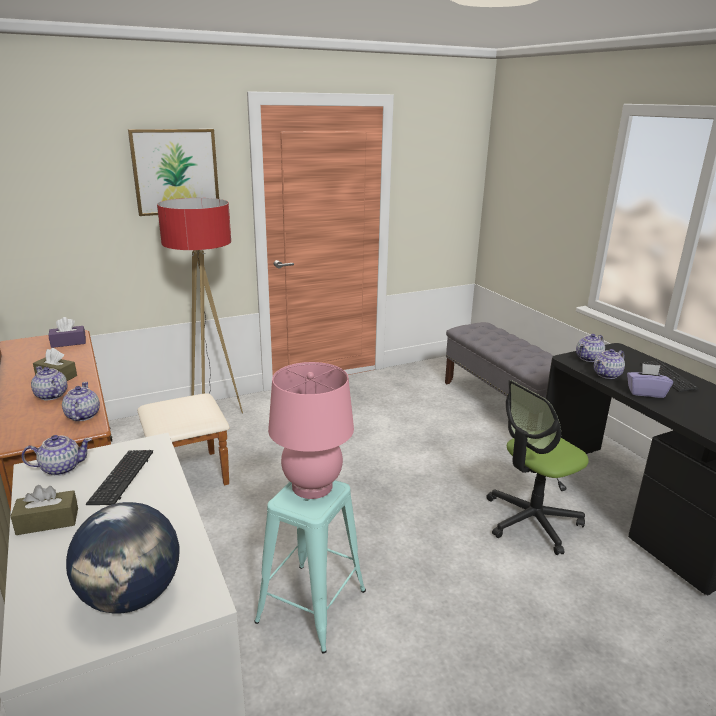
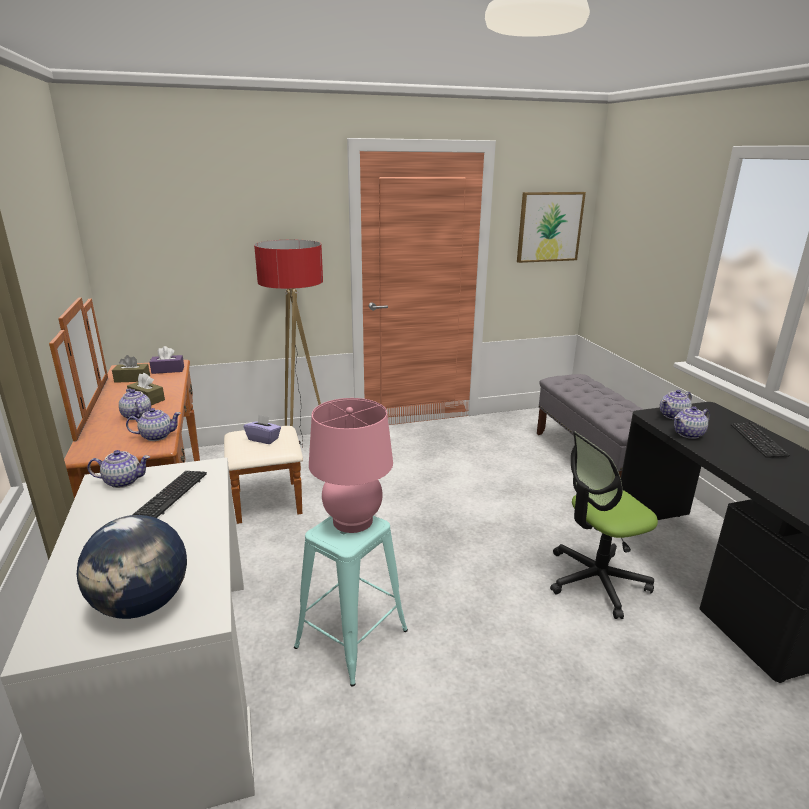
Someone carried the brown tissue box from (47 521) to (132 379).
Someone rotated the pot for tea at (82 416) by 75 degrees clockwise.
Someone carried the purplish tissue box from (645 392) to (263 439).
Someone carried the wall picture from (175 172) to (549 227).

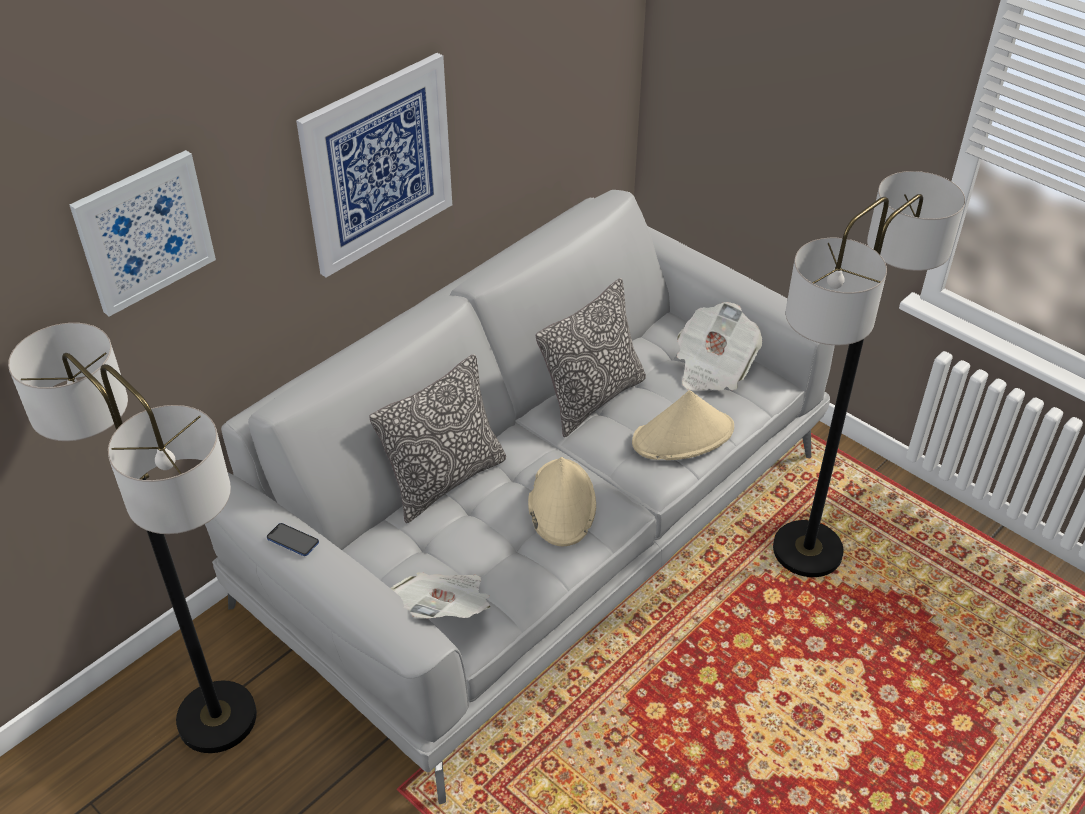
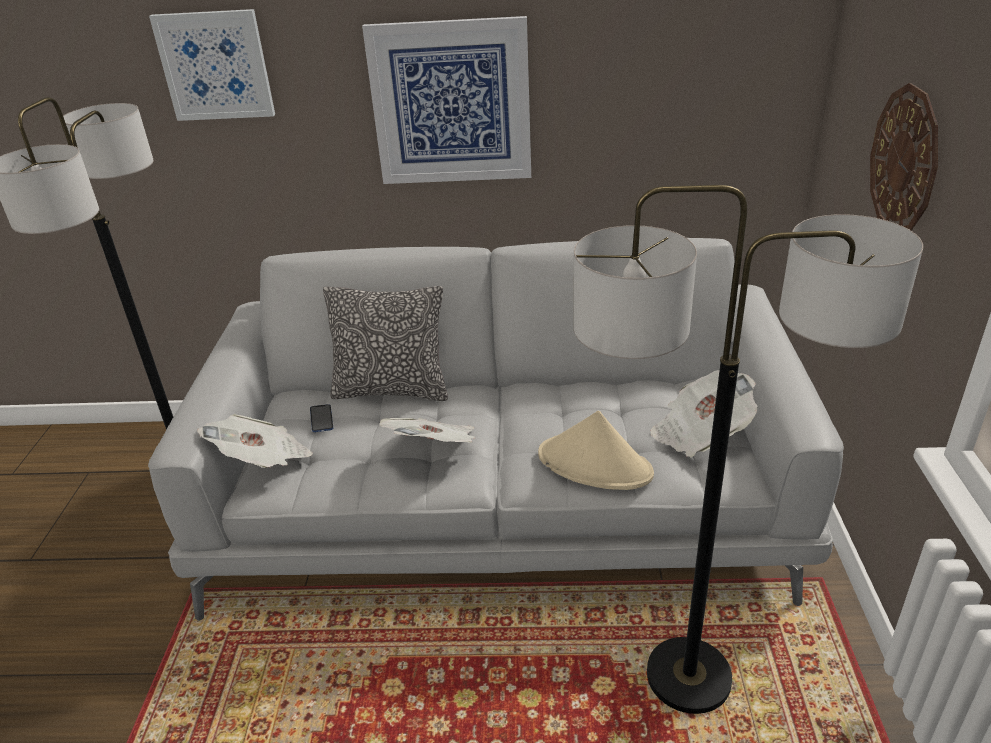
Someone carried the telephone from (293 540) to (321 419).
Someone swapped the beige wearable hat at (561 503) for the printed paper at (435 449).
Someone put up the wall clock at (904 161).
Someone took away the throw pillow at (592 399).

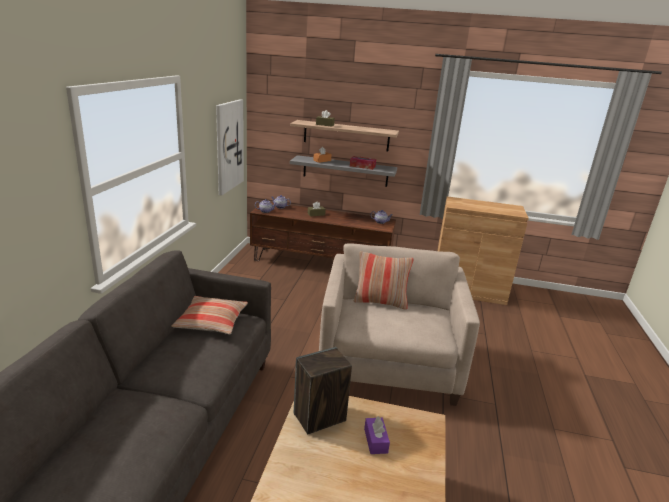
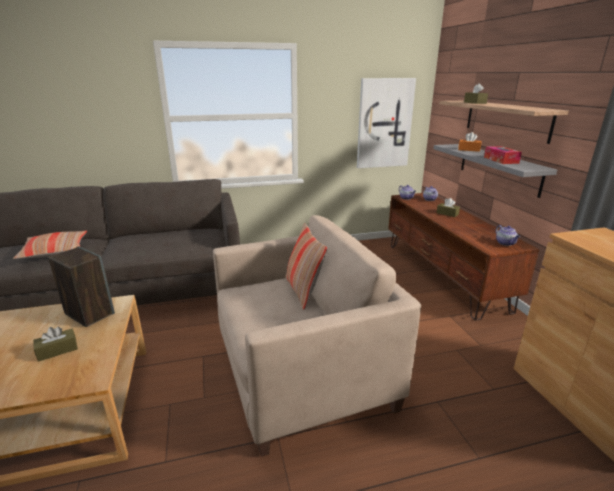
Someone carried the throw pillow from (211 321) to (55 251).
Someone repainted the purplish tissue box at (375 440), which became the brown tissue box at (57 350).

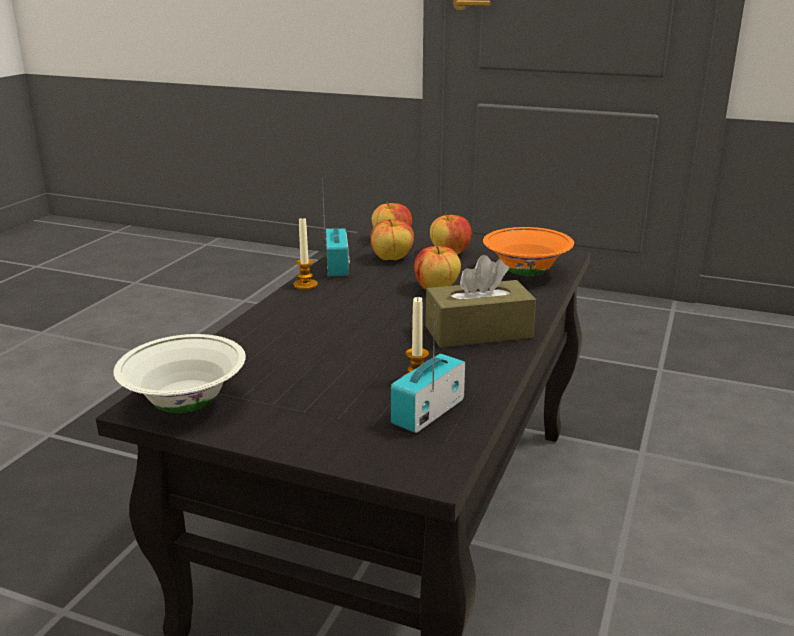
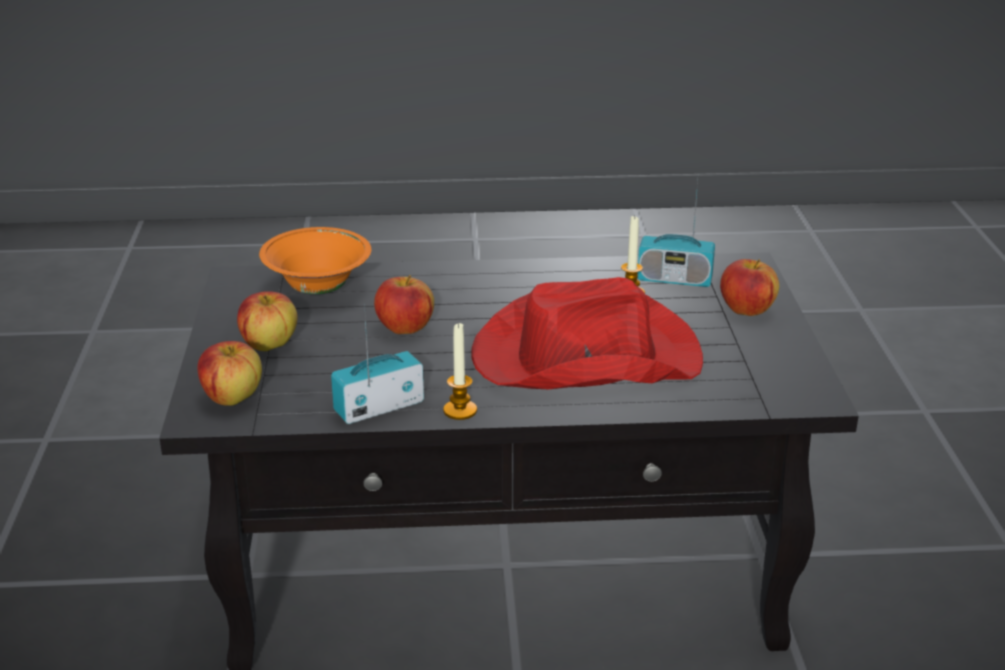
Someone put down the red wearable hat at (583 357).
Someone carried the whole apple from (392 258) to (746 310).
Someone took away the white bowl at (186 405).
Someone took away the brown tissue box at (478 332).

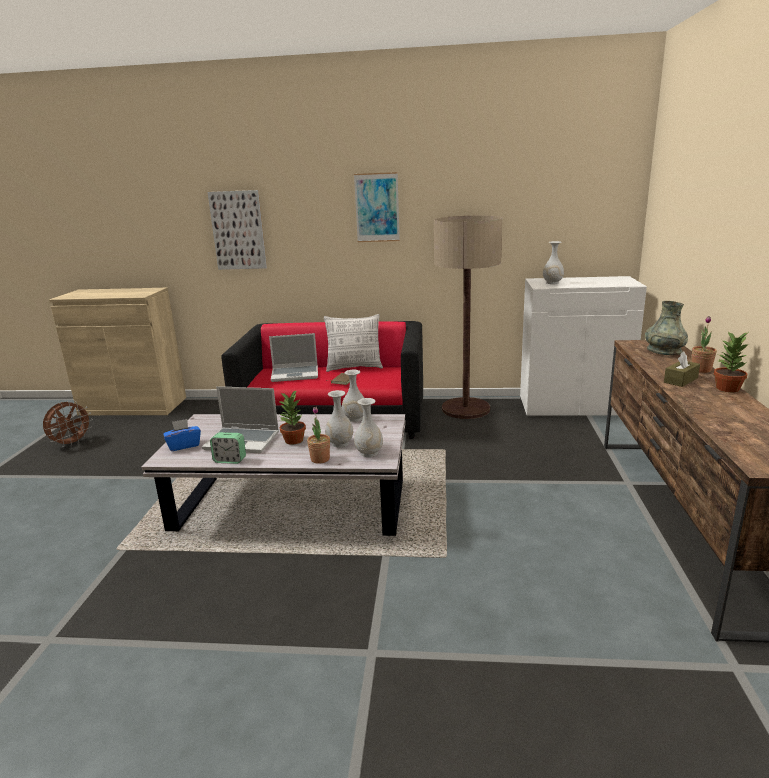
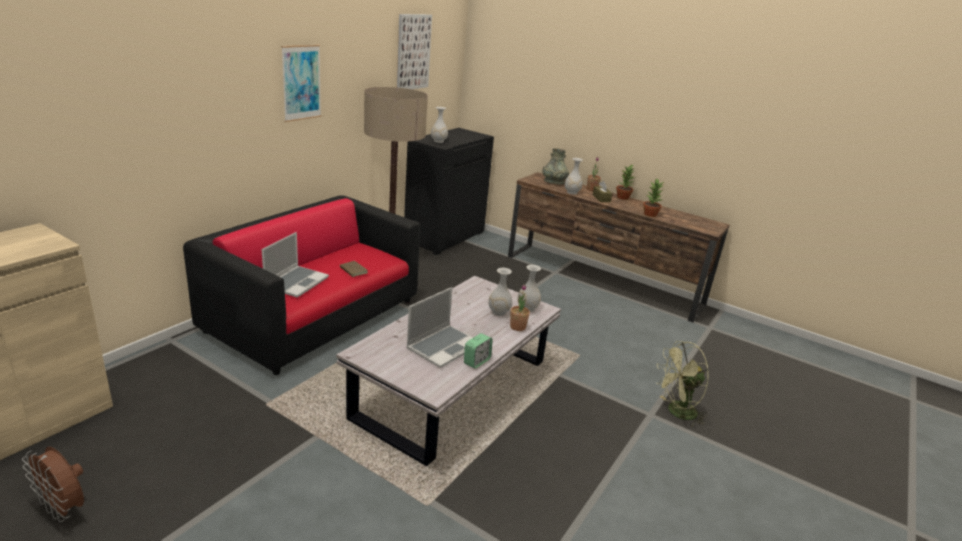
Someone rotated the brown electric fan at (71 443) by 150 degrees clockwise.
Someone carried the wall picture from (238 230) to (413 52).
Someone repainted the white cabinet at (573 407), which became the blackish cabinet at (444 237).
Someone carried the white vase from (355 418) to (571 192).
Someone carried the houseplant from (294 440) to (650 214).
Someone put down the green-coloured electric fan at (676 412).
Someone took away the bluish tissue box at (184 445).
Someone took away the throw pillow at (354 367).

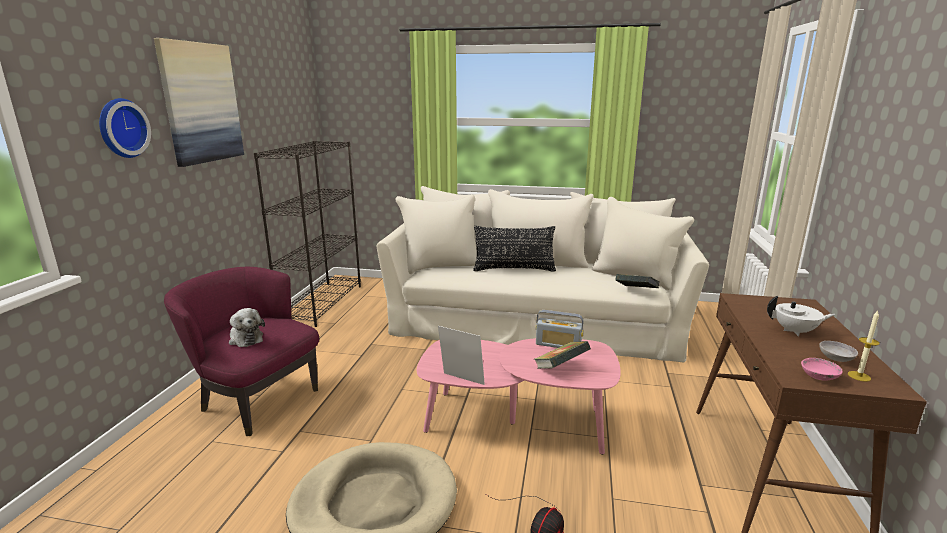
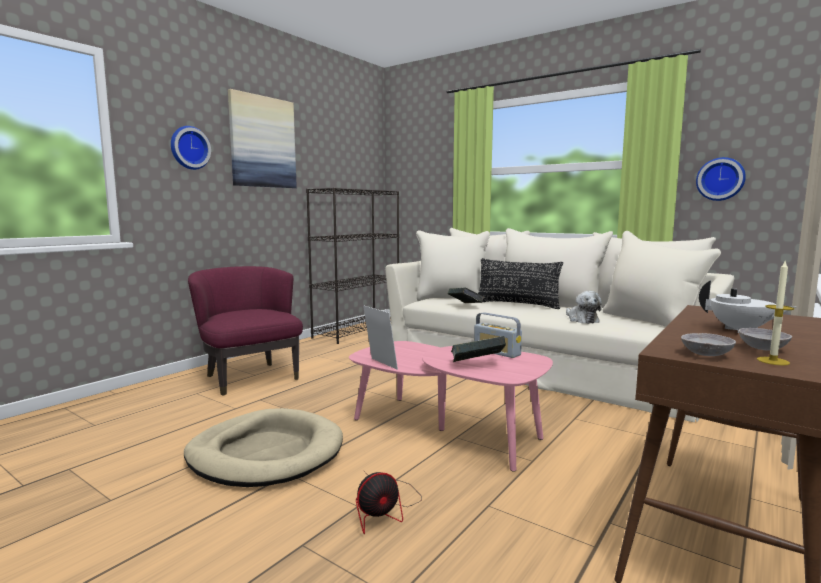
Someone carried the volume from (636 292) to (465 306).
Someone carried the soft toy from (245 338) to (581 320).
Someone repainted the pink-coloured bowl at (818 377), which became the gray bowl at (706 354).
Someone put up the wall clock at (720 179).

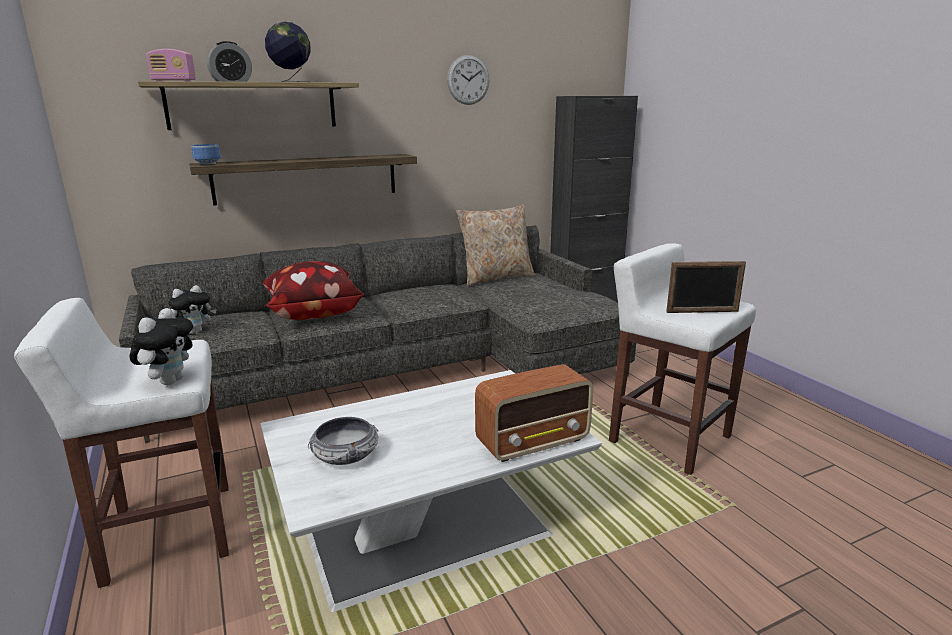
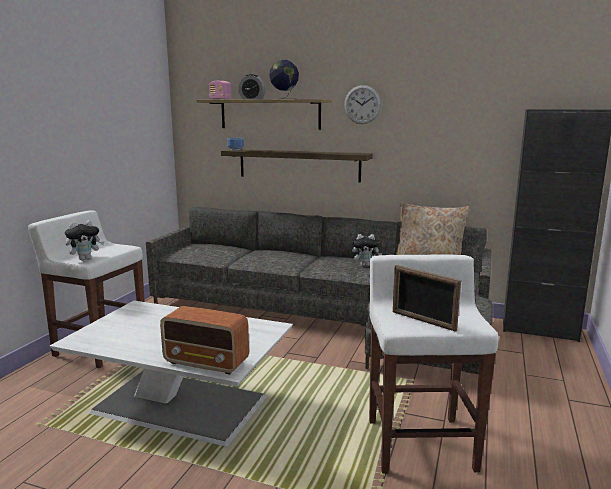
Someone carried the wall clock from (468 80) to (362 104).
Someone carried the soft toy from (195 332) to (365 265).
Someone took away the throw pillow at (313 314).
Someone took away the bowl at (345 455).

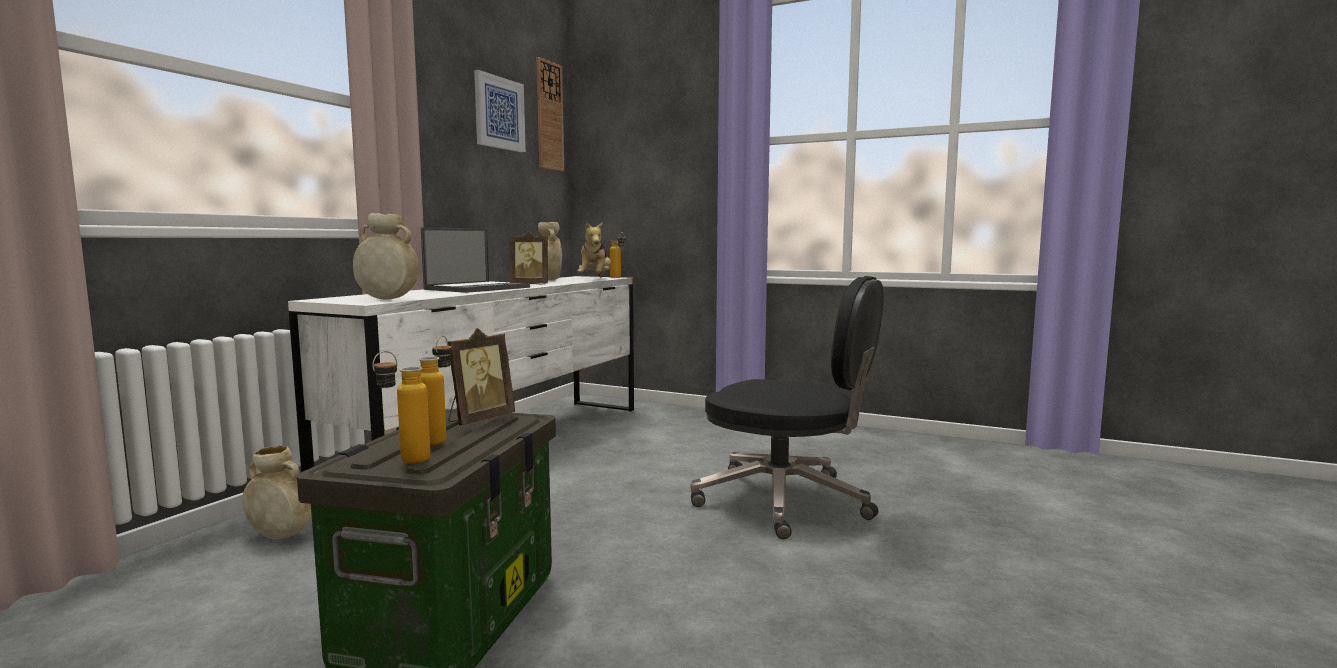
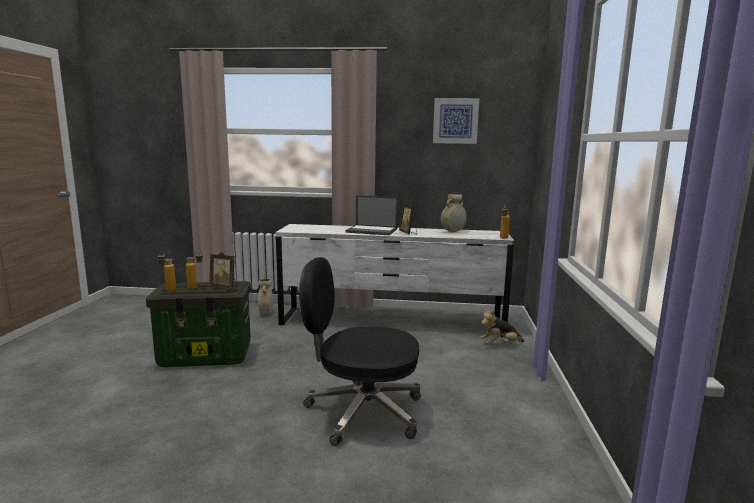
Someone rotated the blackish computer chair at (786 501) by 90 degrees clockwise.
Someone carried the soft toy from (595 279) to (500 345).
Someone took away the beige vase at (387 299).
Someone took away the wall clock at (549 116).

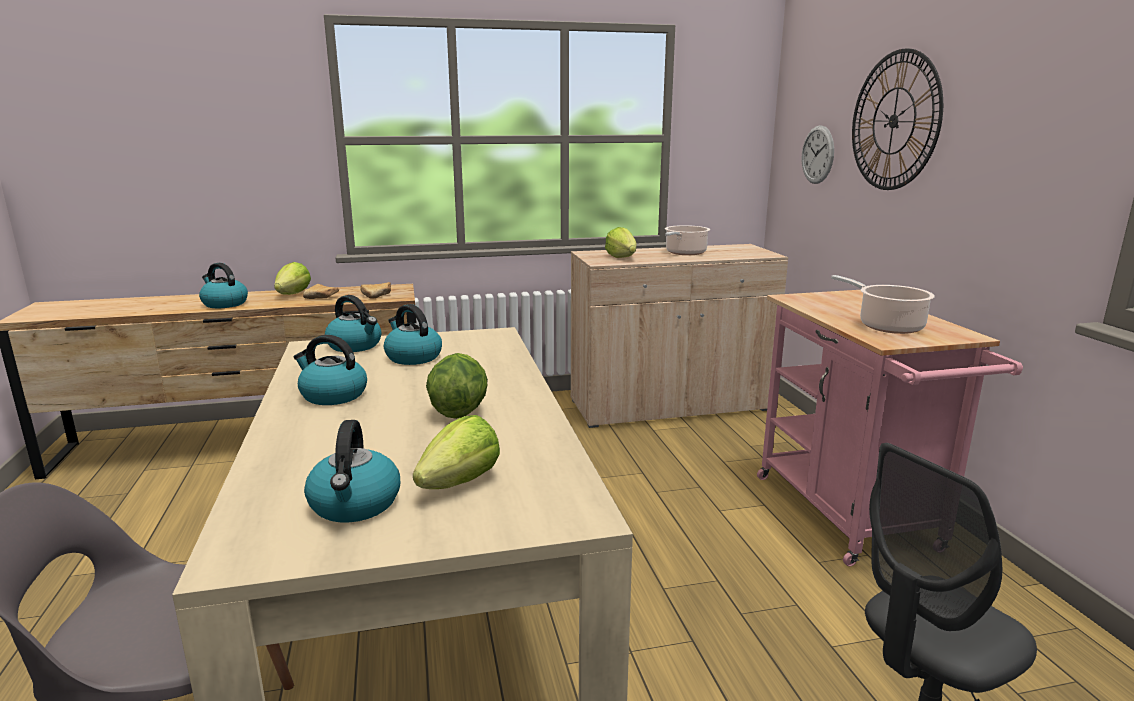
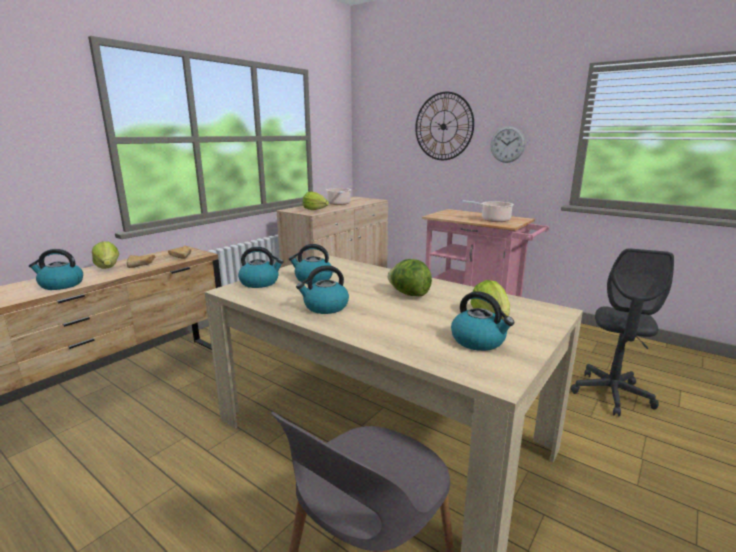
Someone carried the wall clock from (817 154) to (507 144).

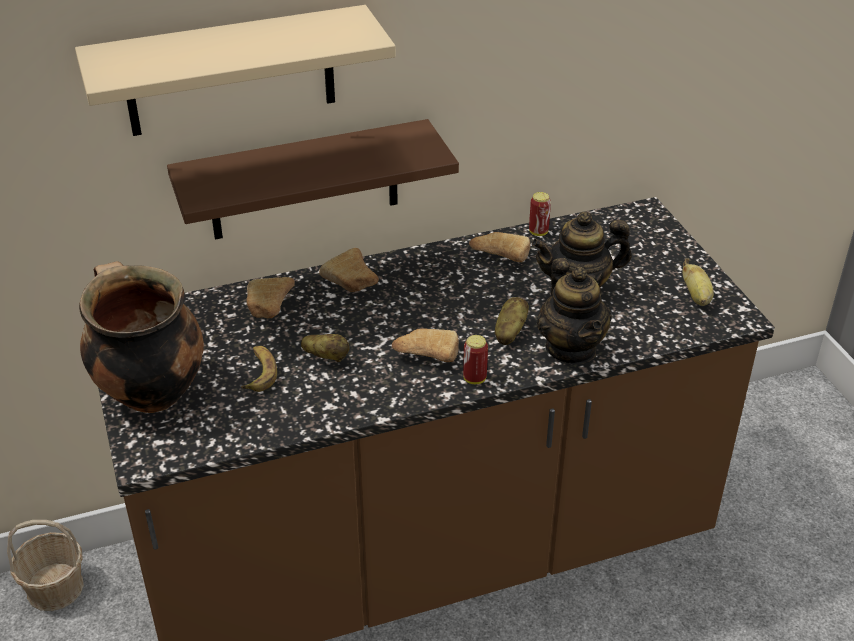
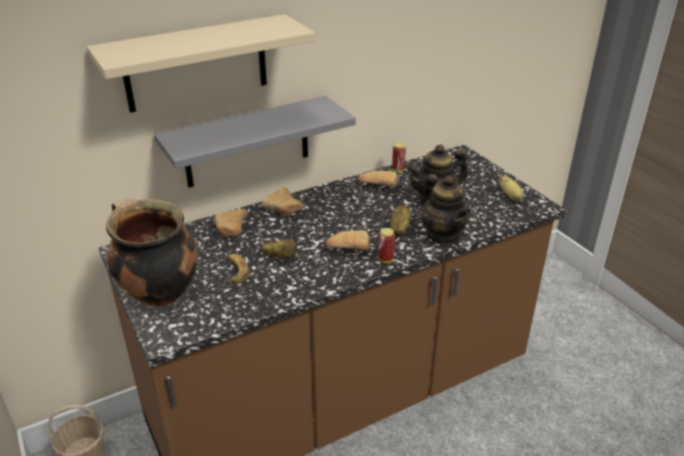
Someone repainted the brown shelf at (304 181), which became the gray shelf at (247 142).

